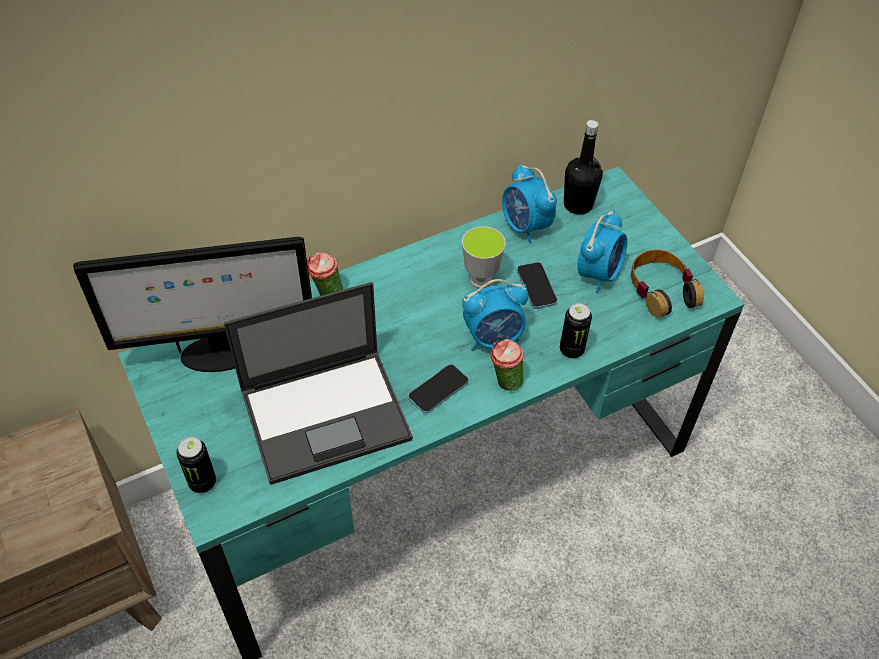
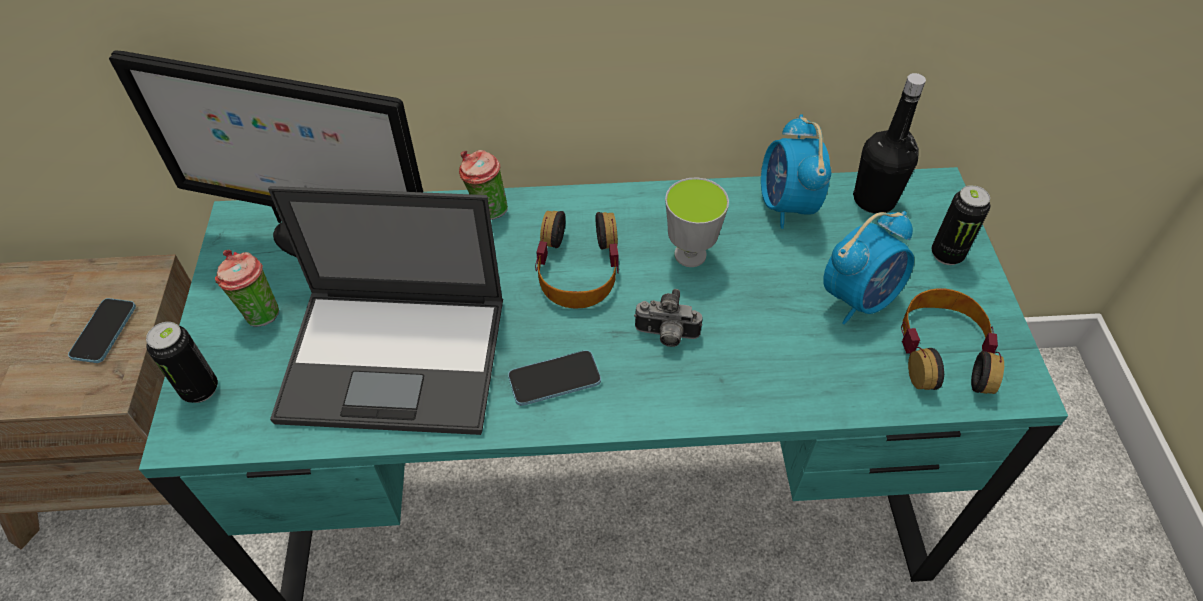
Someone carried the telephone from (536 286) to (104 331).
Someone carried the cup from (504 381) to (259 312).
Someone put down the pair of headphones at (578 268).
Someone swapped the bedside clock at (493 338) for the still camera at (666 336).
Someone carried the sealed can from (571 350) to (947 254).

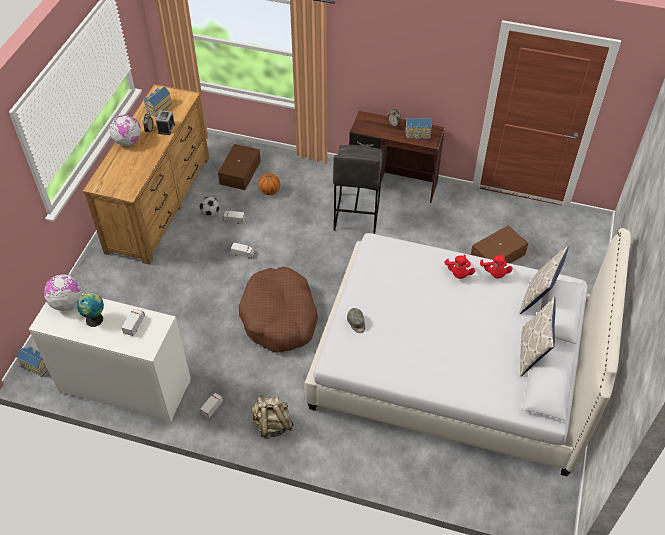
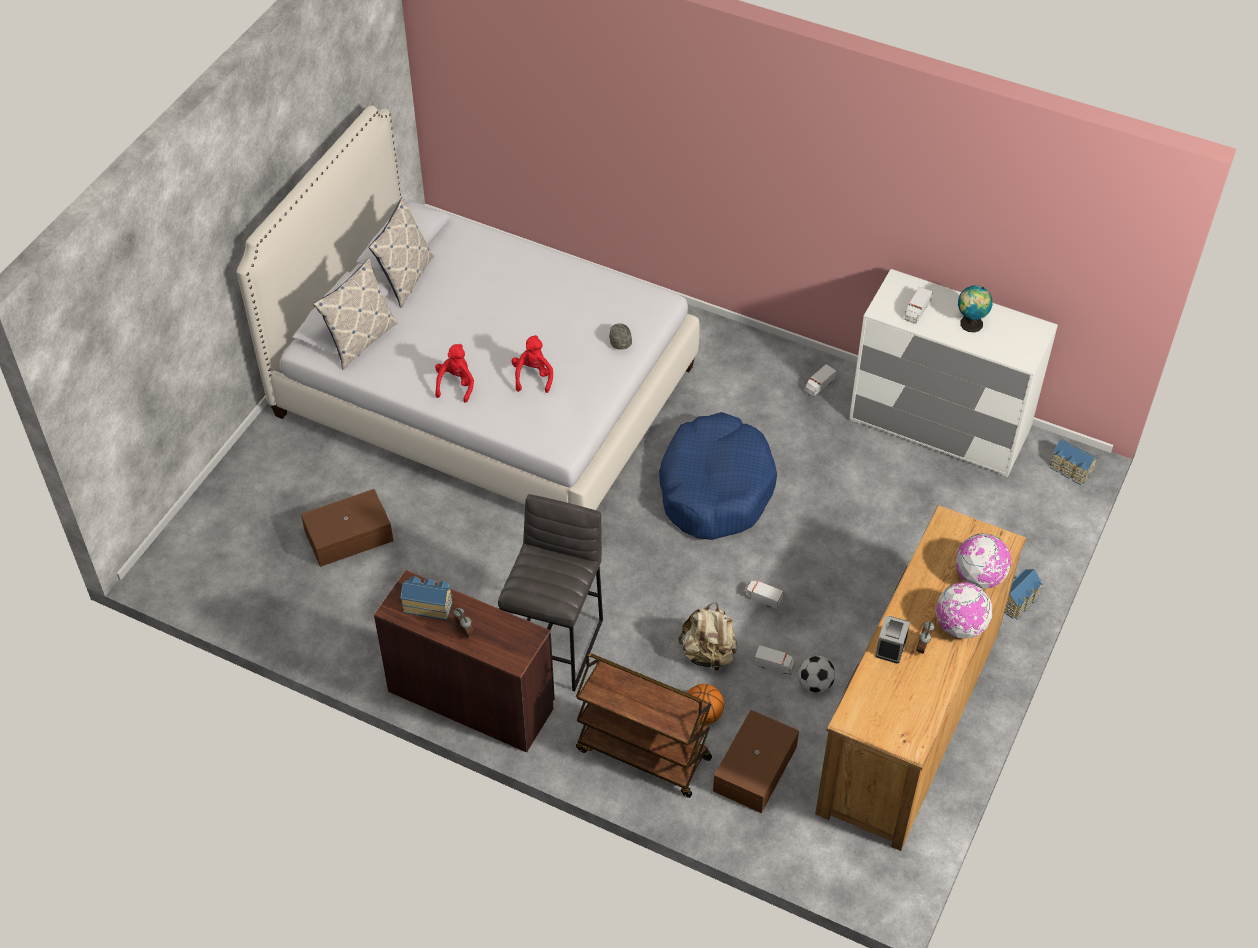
Someone carried the red soft toy from (495 273) to (533 376).
Someone put down the brown trolley at (642 754).
Someone repainted the brown dog cushion at (279 317), which became the bluish dog cushion at (715 488).
Someone carried the beige rucksack from (272 424) to (708 654).
Someone carried the globe from (67 303) to (979 577).
Someone carried the miniature house from (158 107) to (1019 602).

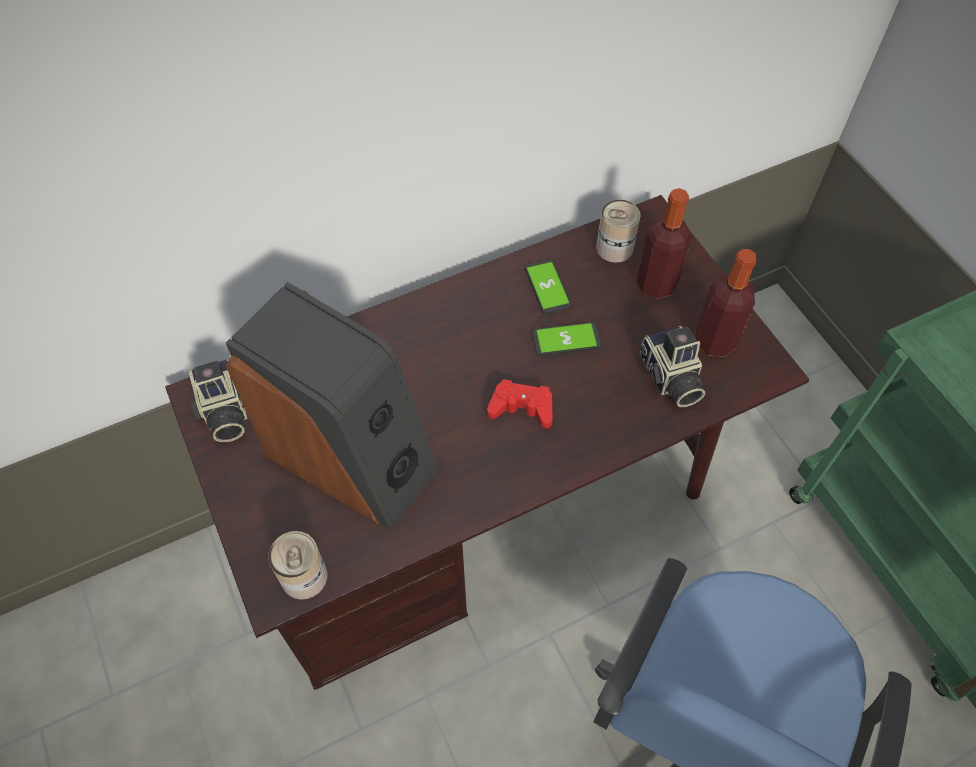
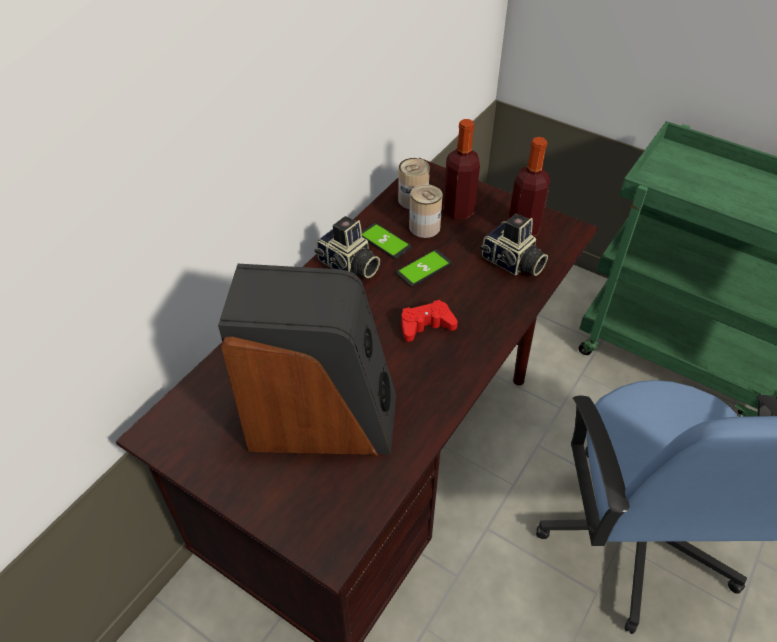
Someone carried the still camera from (223 412) to (348 266).
Someone carried the sealed can from (304 576) to (424 227).

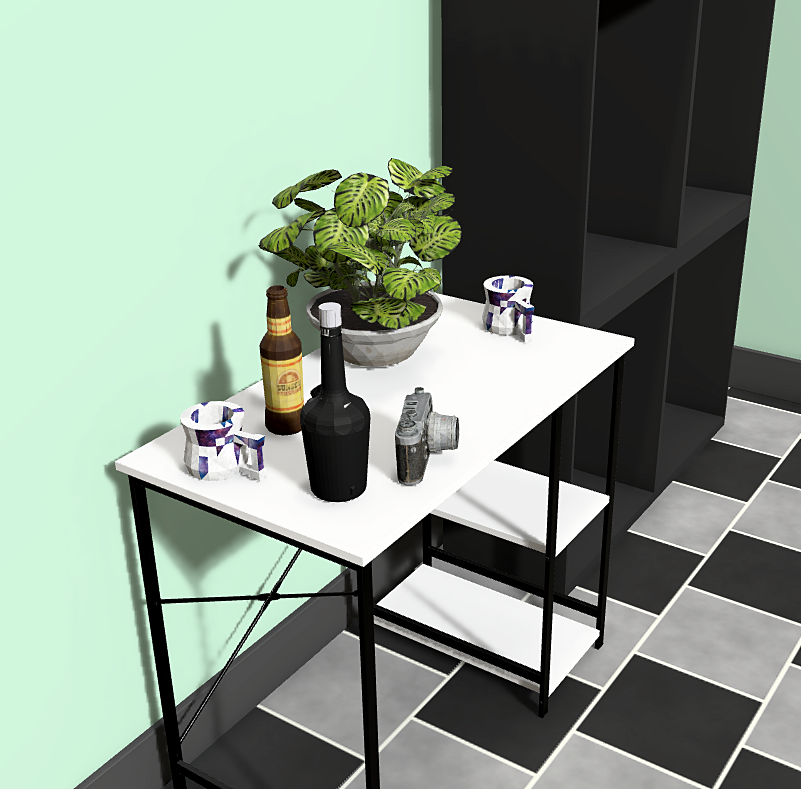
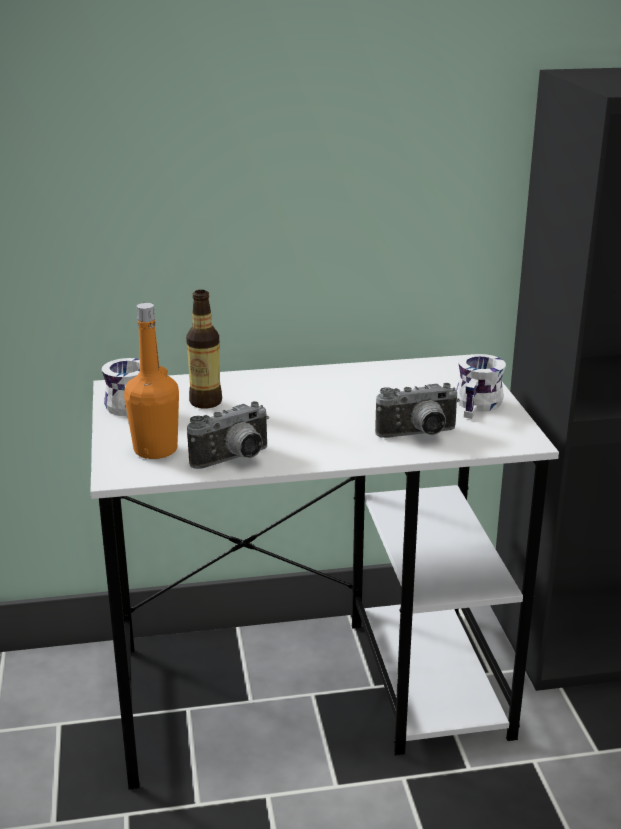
Someone repainted the blackish beverage bottle at (338 489), which became the orange-coloured beverage bottle at (155 450).
Someone put down the still camera at (419 435).
Someone took away the houseplant at (369 359).

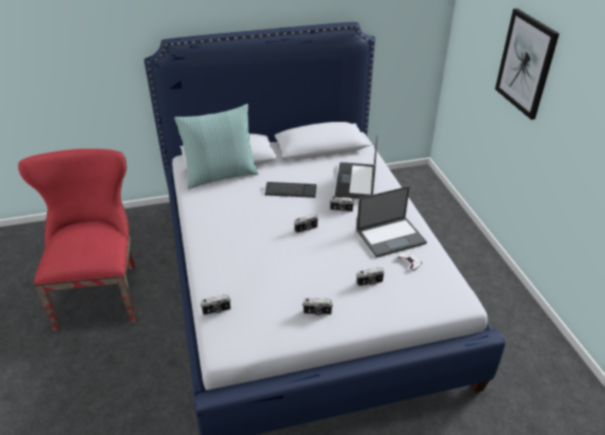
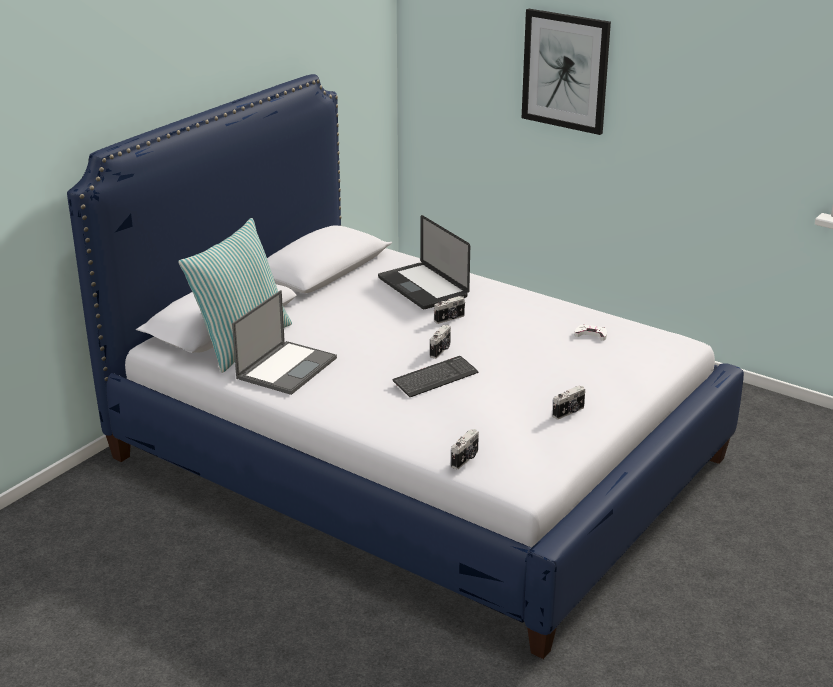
Someone carried the notebook computer from (391 236) to (287 367).
Someone carried the keyboard from (290 191) to (435 378).
Someone took away the red upright chair at (101 291).
Someone took away the still camera at (370 283).

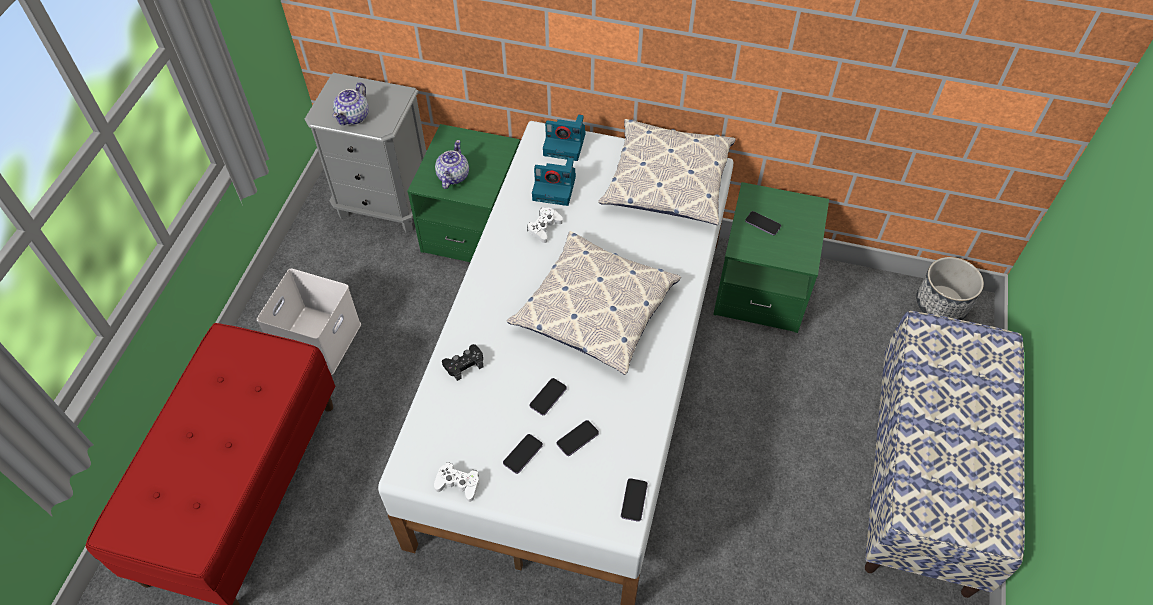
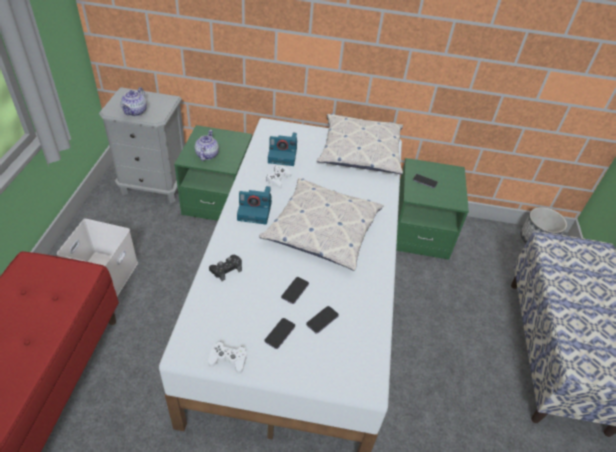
Someone carried the still camera from (565 144) to (255 211).
Someone took away the telephone at (634 500).

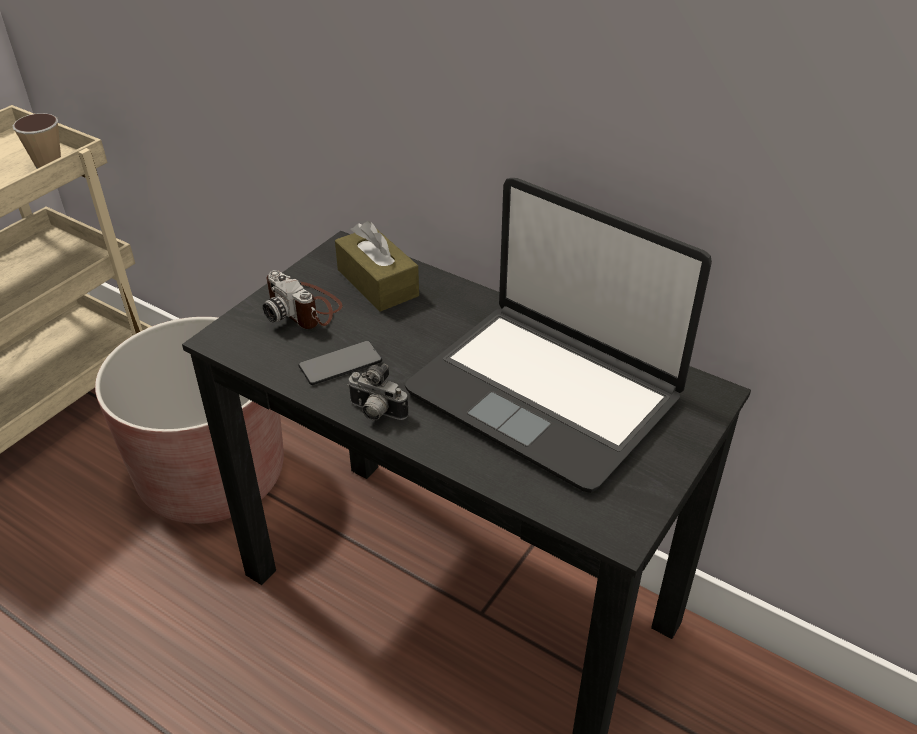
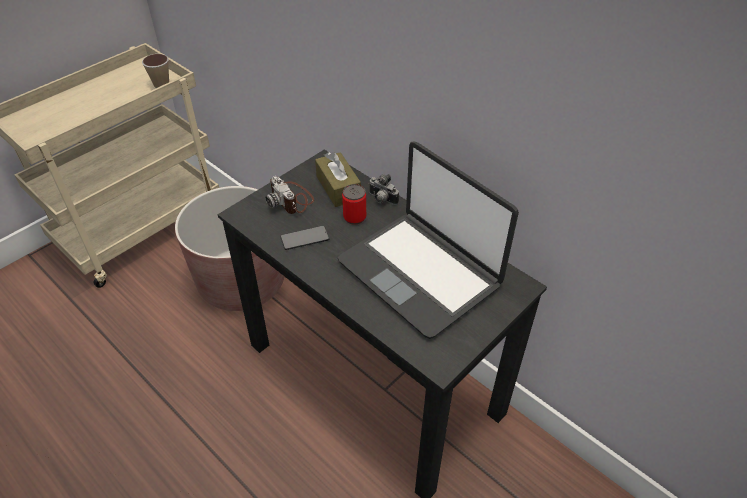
Someone put down the sealed can at (354 217).
Someone carried the still camera from (376 413) to (381 200).

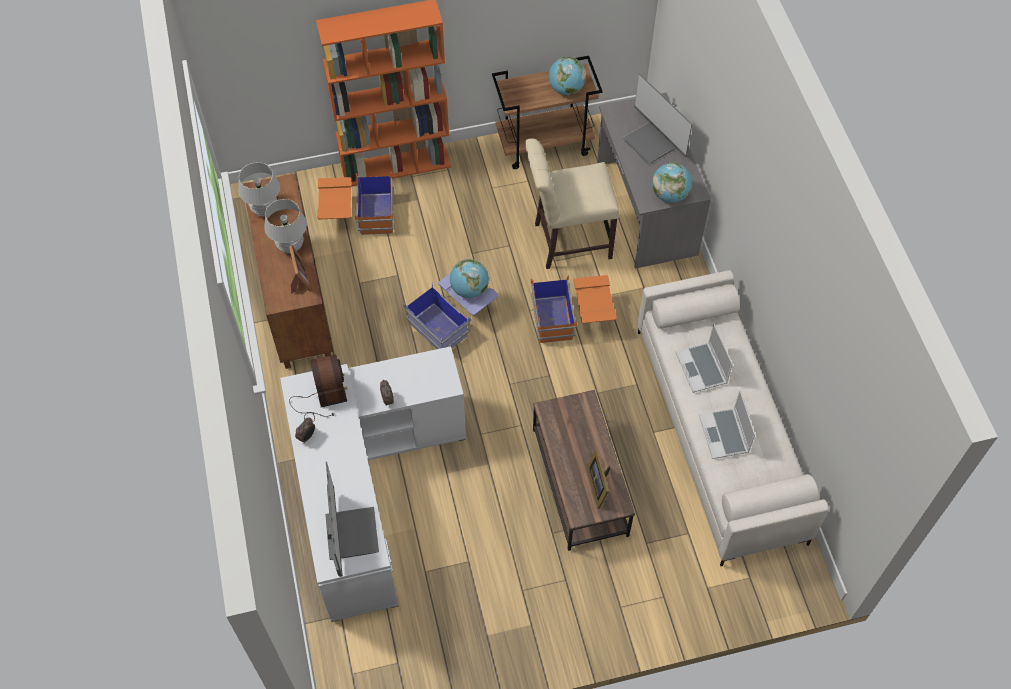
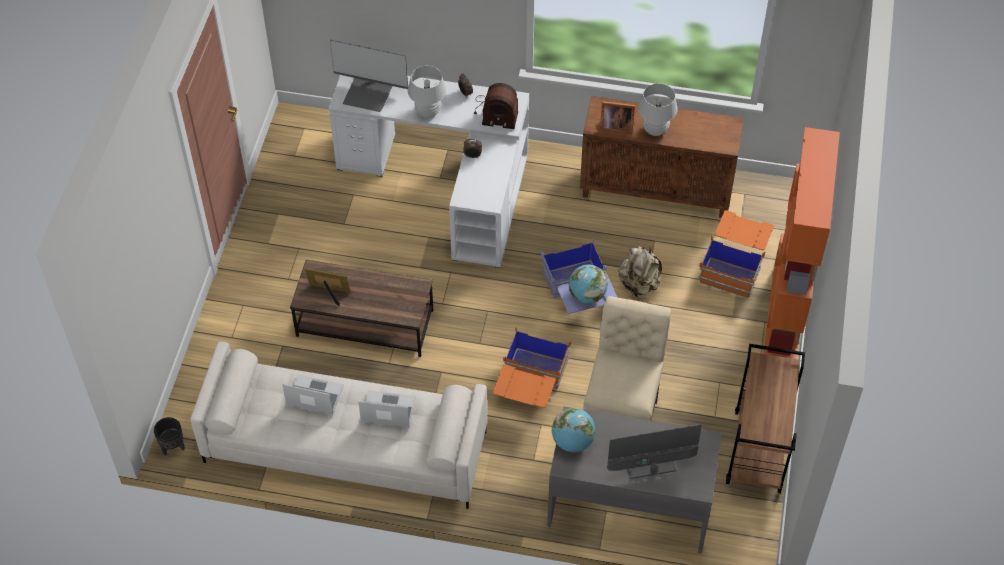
Someone put down the blackish planter at (172 447).
Someone carried the white lamp for a table from (264 209) to (428 112).
Someone put down the beige rucksack at (639 284).
Someone took away the globe at (566 89).

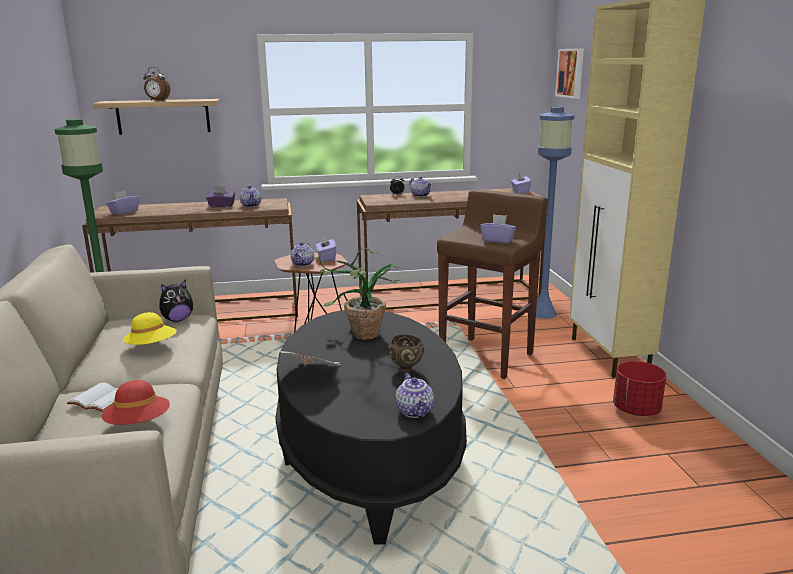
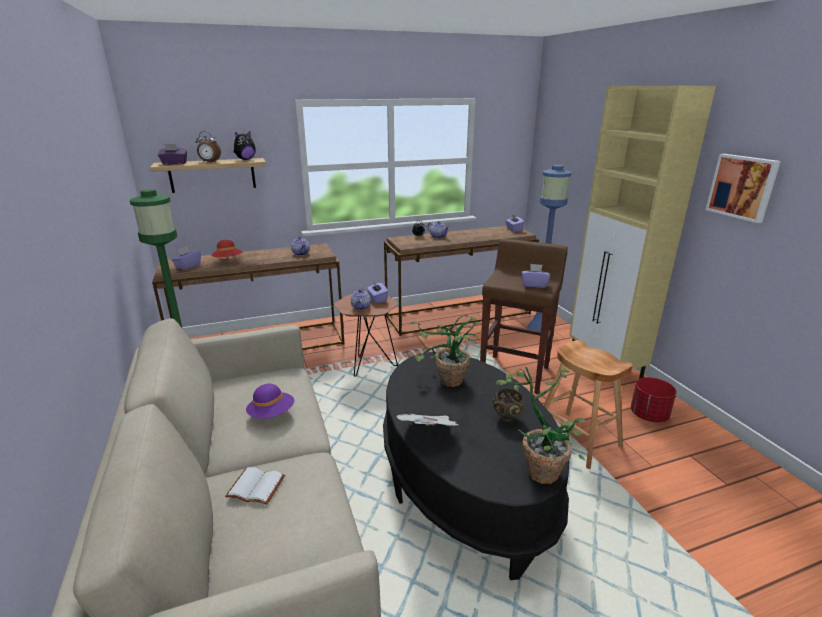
Someone carried the purplish tissue box from (221 206) to (174 163).
Someone carried the red wearable hat from (138 424) to (228 260).
Someone carried the soft toy from (177 319) to (245 159).
Someone repainted the yellow wearable hat at (152 347), which became the purplish wearable hat at (272 414).
Someone swapped the pot for tea at (415 411) for the houseplant at (541 466).
Someone put down the brown stool seat at (577 439).
Someone carried the wall picture from (571 73) to (742 187).

